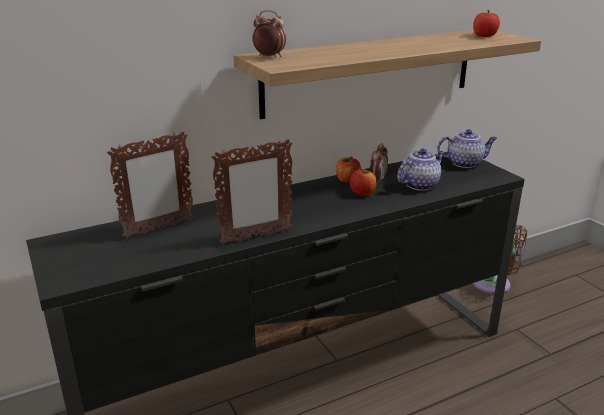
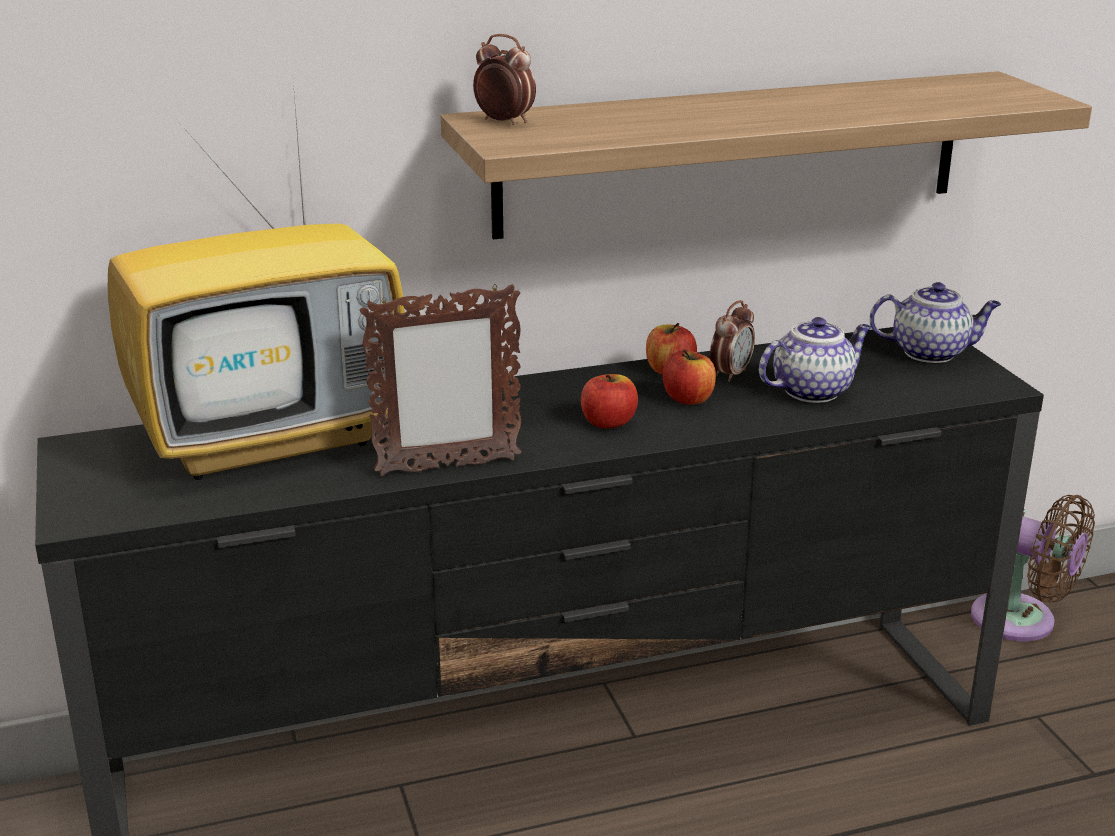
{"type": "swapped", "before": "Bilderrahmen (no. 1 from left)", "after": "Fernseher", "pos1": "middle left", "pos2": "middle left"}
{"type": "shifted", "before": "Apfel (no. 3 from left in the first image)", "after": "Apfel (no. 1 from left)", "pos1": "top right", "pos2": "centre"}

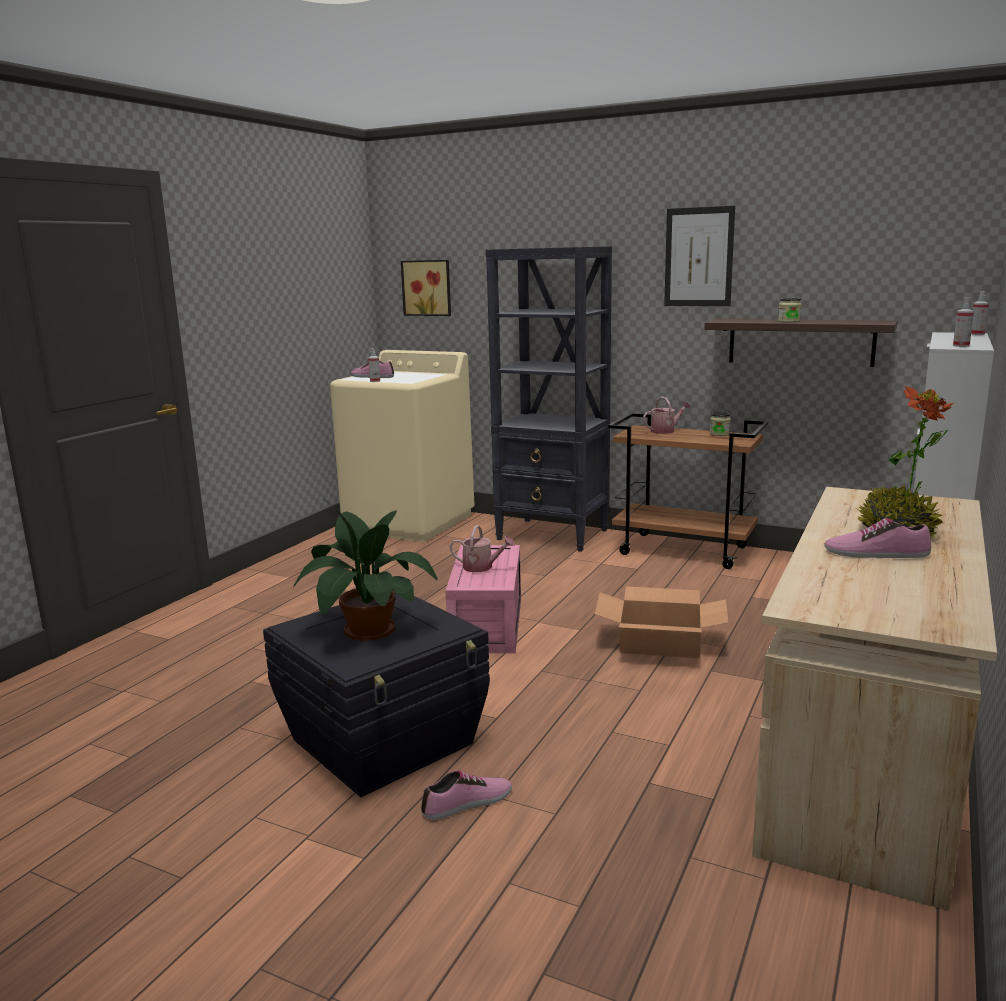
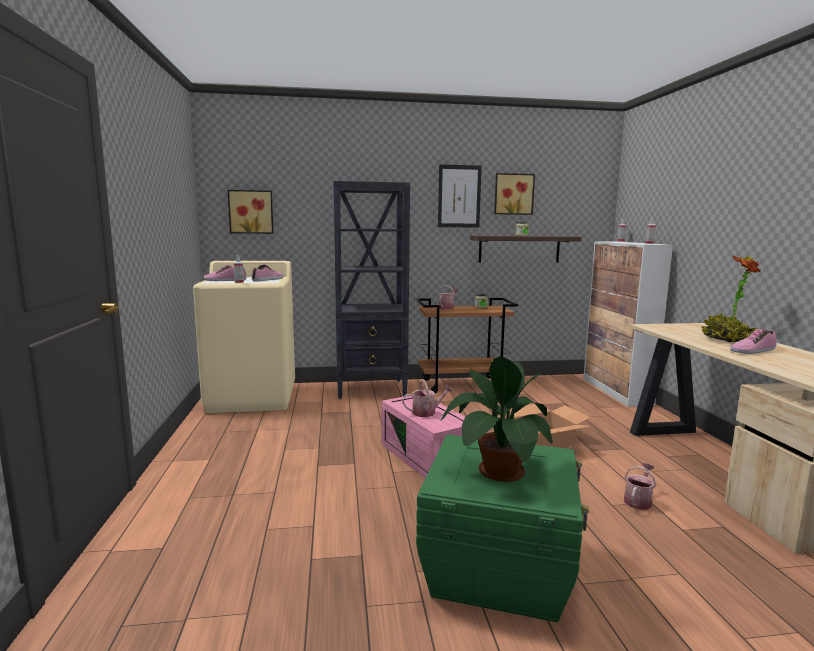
{"type": "repainted", "before": "Aufbewahrungsbox (schwarz)", "after": "Aufbewahrungsbox (grün)", "pos1": "bottom centre", "pos2": "bottom centre"}
{"type": "shifted", "before": "Schuh (no. 2 from left)", "pos1": "bottom centre", "pos2": "middle left"}
{"type": "new", "after": "Bild (no. 3 from left)", "pos2": "top centre"}
{"type": "new", "after": "Gießkanne (no. 3 from left)", "pos2": "bottom right"}

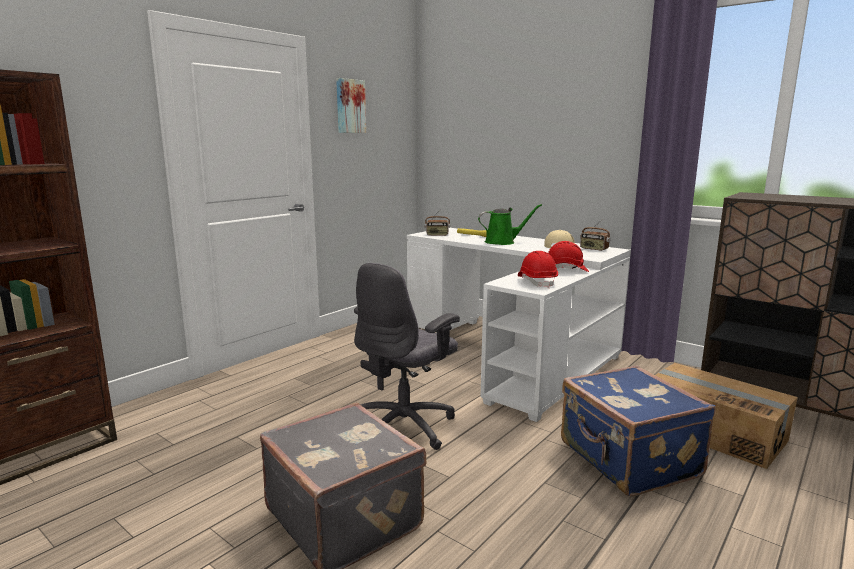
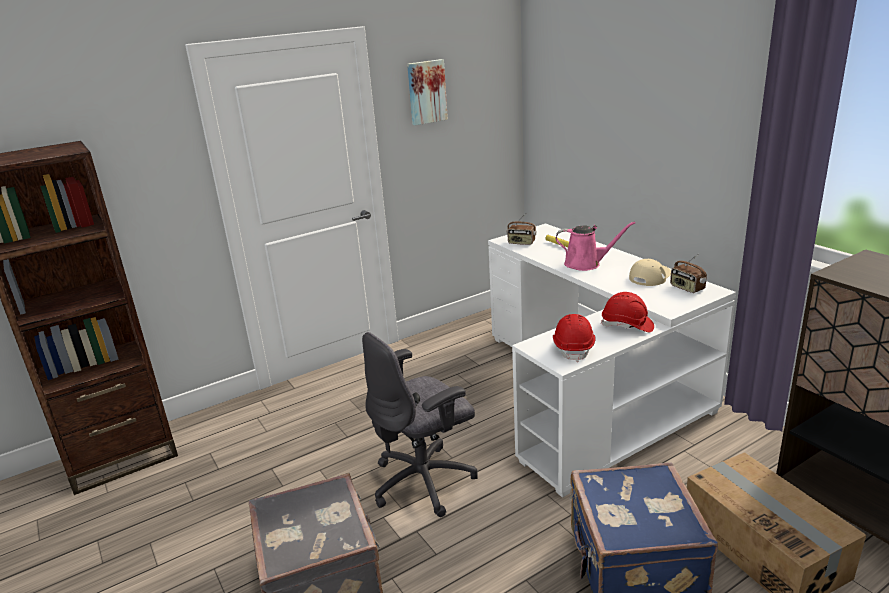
{"type": "repainted", "before": "Gießkanne (grün)", "after": "Gießkanne (rosa)", "pos1": "centre", "pos2": "middle right"}

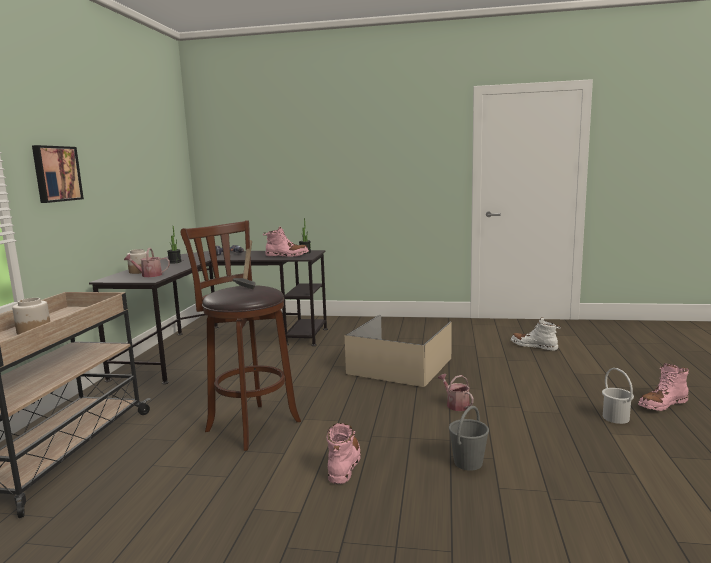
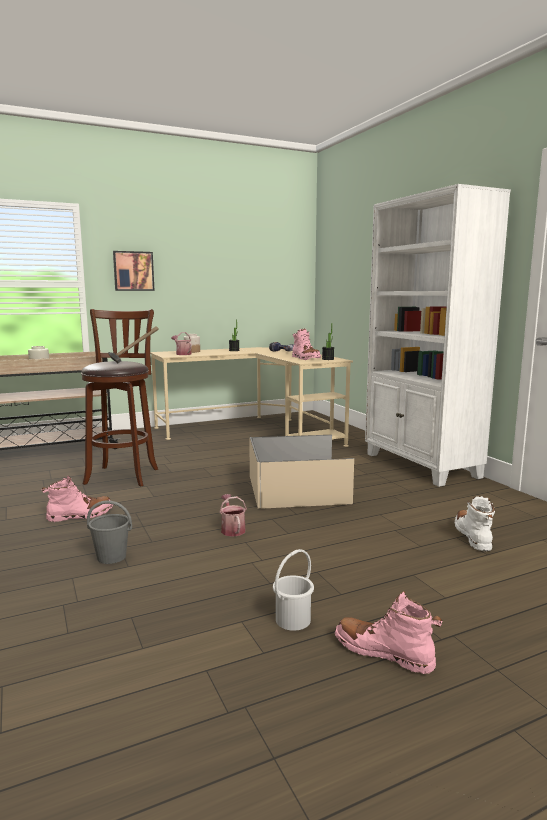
{"type": "repainted", "before": "Schreibtisch (schwarz)", "after": "Schreibtisch (beige)", "pos1": "middle left", "pos2": "centre"}
{"type": "rotated", "before": "Gießkanne (no. 2 from left)", "pos1": "bottom centre", "pos2": "centre", "turn": -45}
{"type": "new", "after": "Bücherregal (weiß)", "pos2": "middle right"}

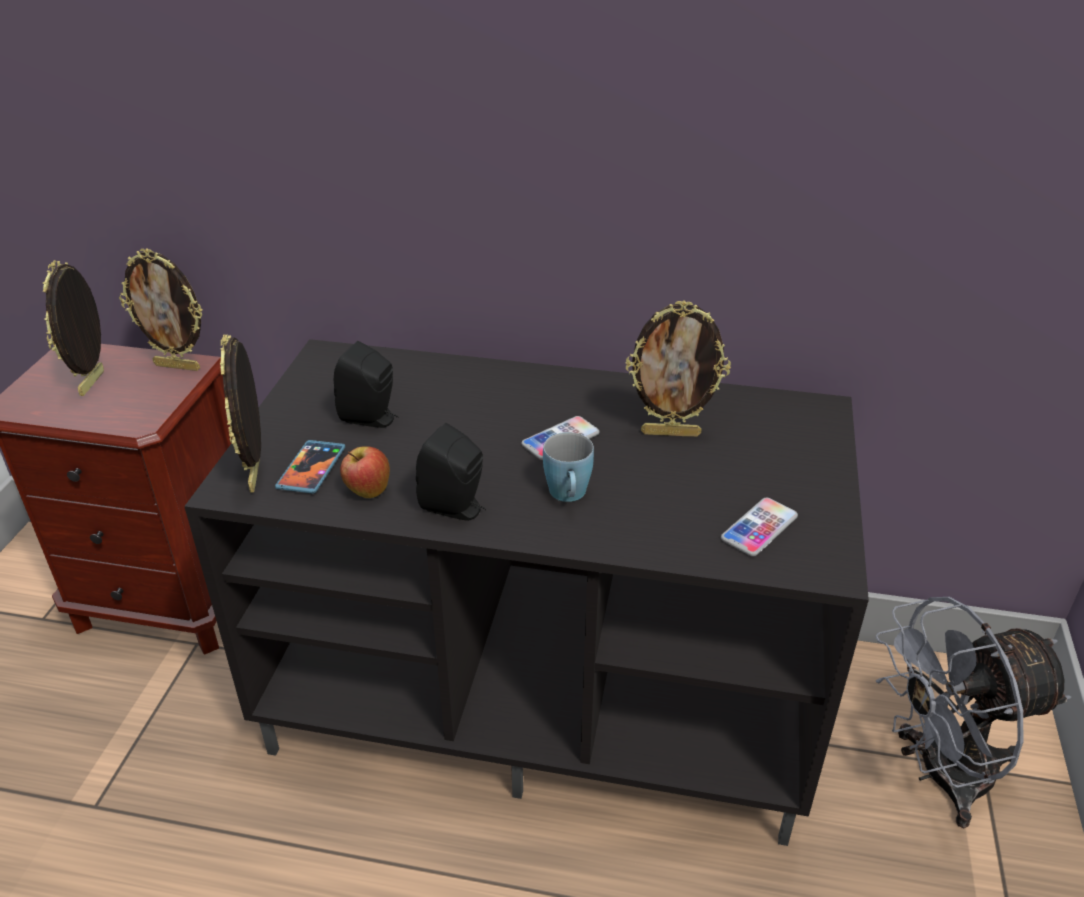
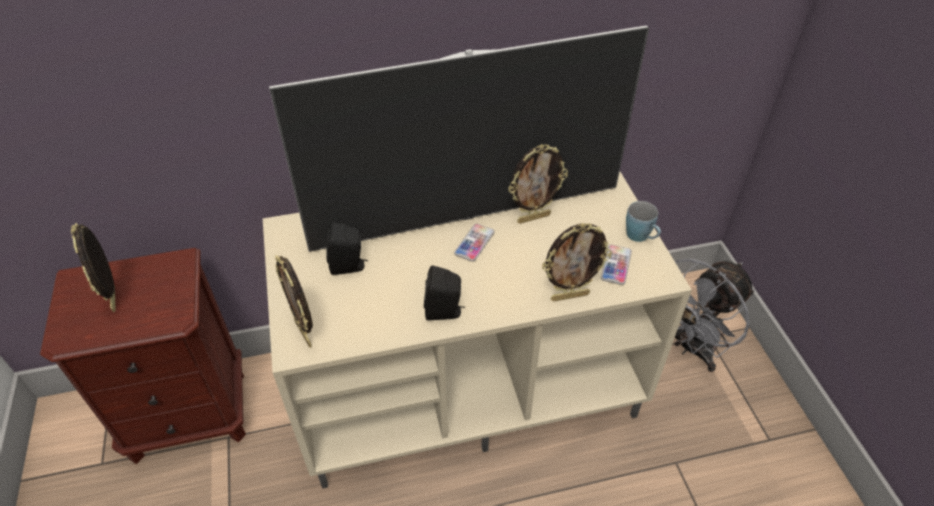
{"type": "shifted", "before": "Bilderrahmen (no. 2 from left in the first image)", "after": "Bilderrahmen (no. 4 from left)", "pos1": "middle left", "pos2": "centre"}
{"type": "repainted", "before": "Fernsehschrank (schwarz)", "after": "Fernsehschrank (beige)", "pos1": "centre", "pos2": "centre"}
{"type": "gone", "before": "Handy (no. 1 from left)", "pos1": "middle left"}
{"type": "gone", "before": "Apfel", "pos1": "centre"}
{"type": "shifted", "before": "Henkelbecher (blau)", "pos1": "centre", "pos2": "middle right"}
{"type": "new", "after": "Fernseher", "pos2": "top centre"}

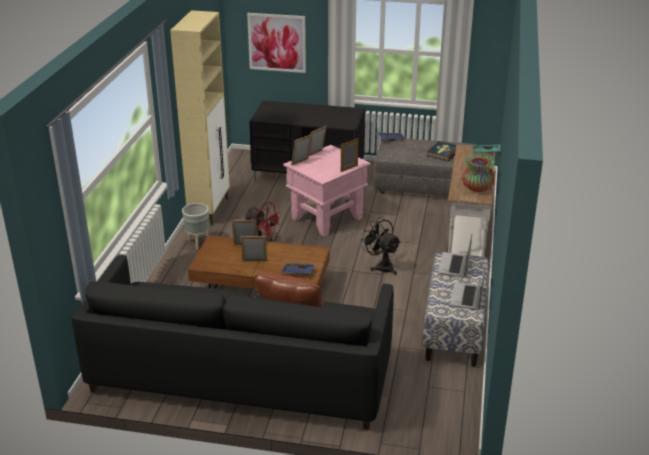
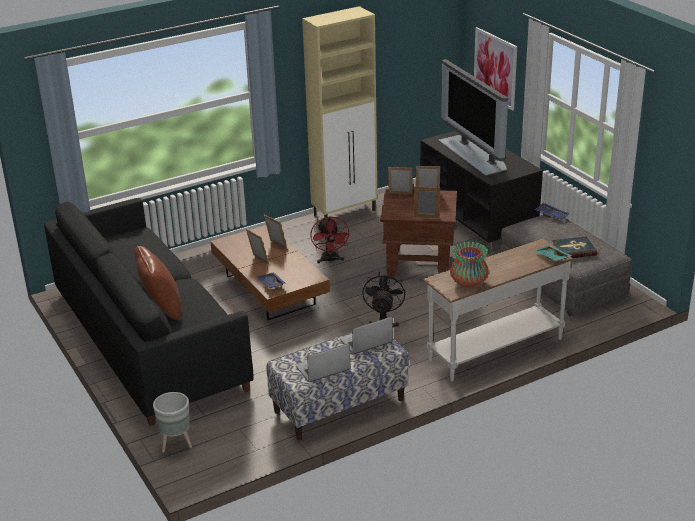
{"type": "shifted", "before": "Pflanzkübel (grau)", "pos1": "middle left", "pos2": "bottom left"}
{"type": "repainted", "before": "Beistelltisch (rosa)", "after": "Beistelltisch (braun)", "pos1": "centre", "pos2": "centre"}
{"type": "new", "after": "Fernseher", "pos2": "top right"}

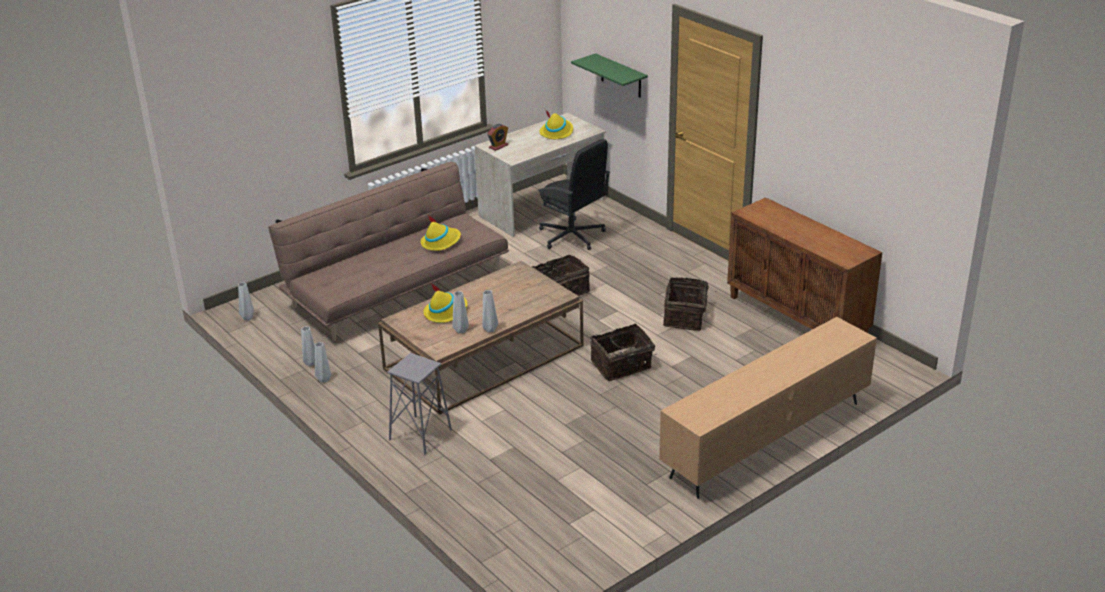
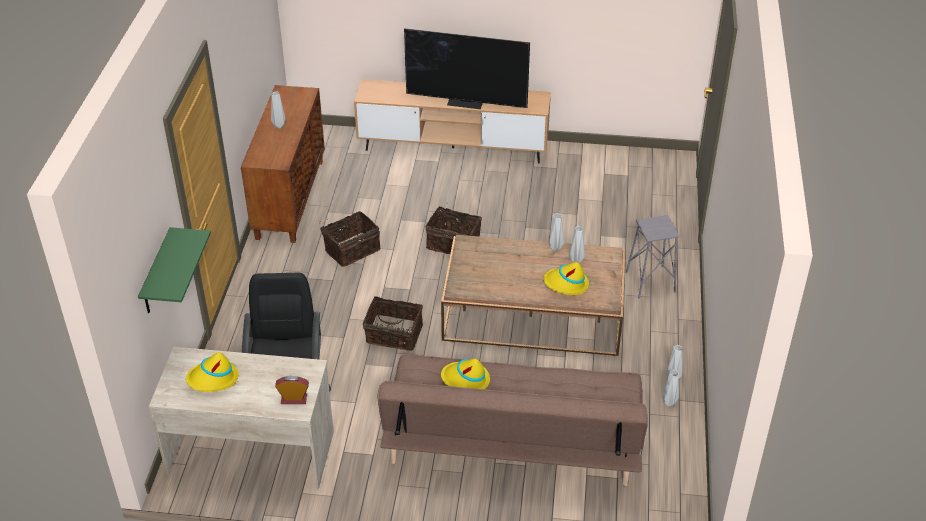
{"type": "shifted", "before": "Vase (grau) (no. 1 from left)", "pos1": "middle left", "pos2": "top left"}
{"type": "new", "after": "Fernseher", "pos2": "top centre"}

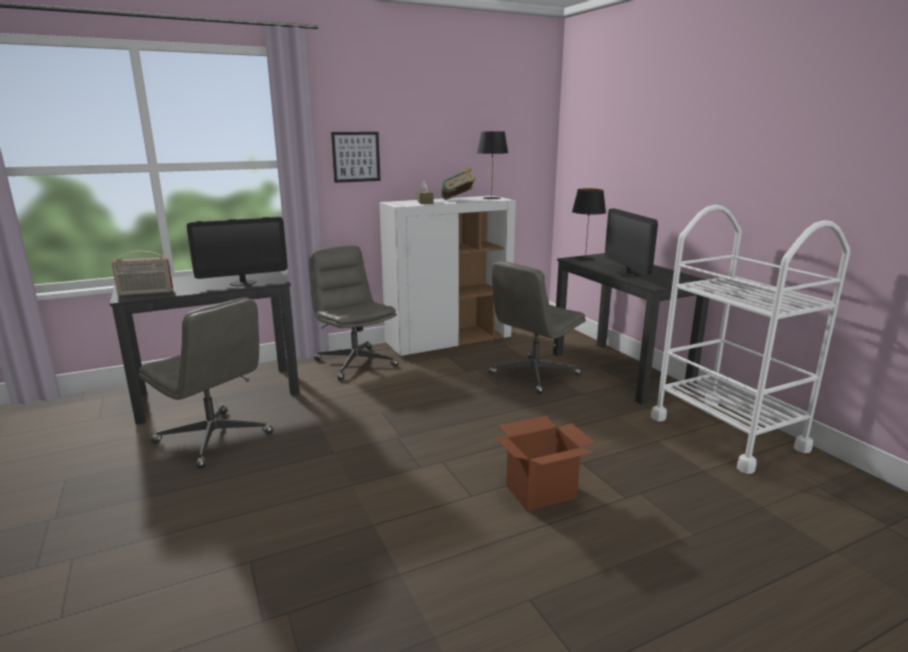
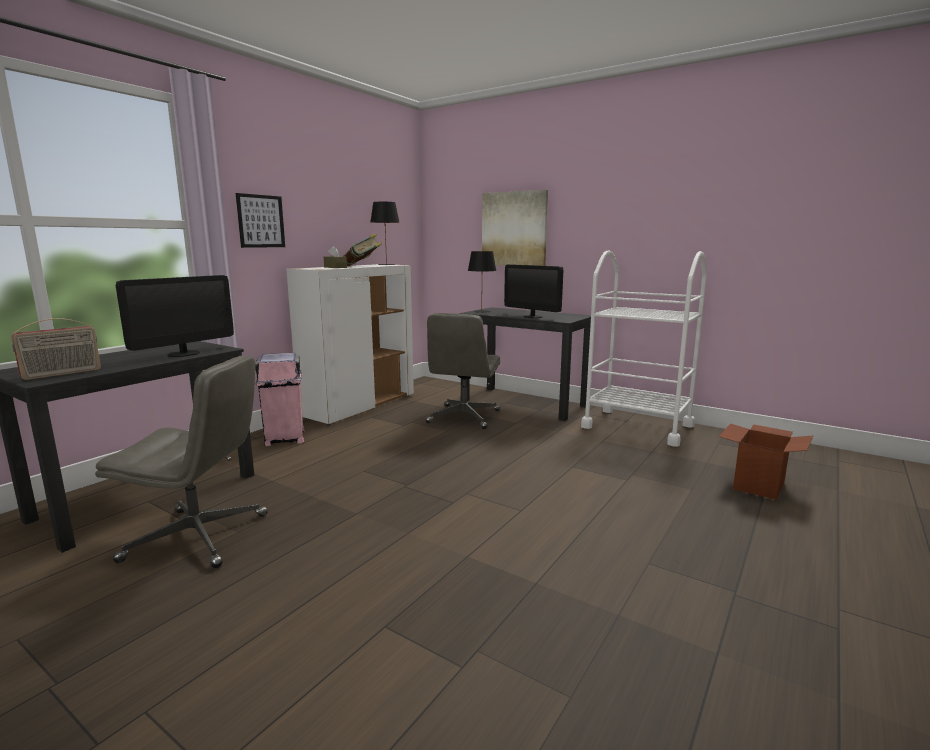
{"type": "swapped", "before": "Bürostuhl (grau) (no. 2 from left)", "after": "Mülleimer (rosa)", "pos1": "centre", "pos2": "middle left"}
{"type": "shifted", "before": "Karton", "pos1": "bottom centre", "pos2": "middle right"}
{"type": "new", "after": "Bild (no. 2 from left)", "pos2": "top centre"}

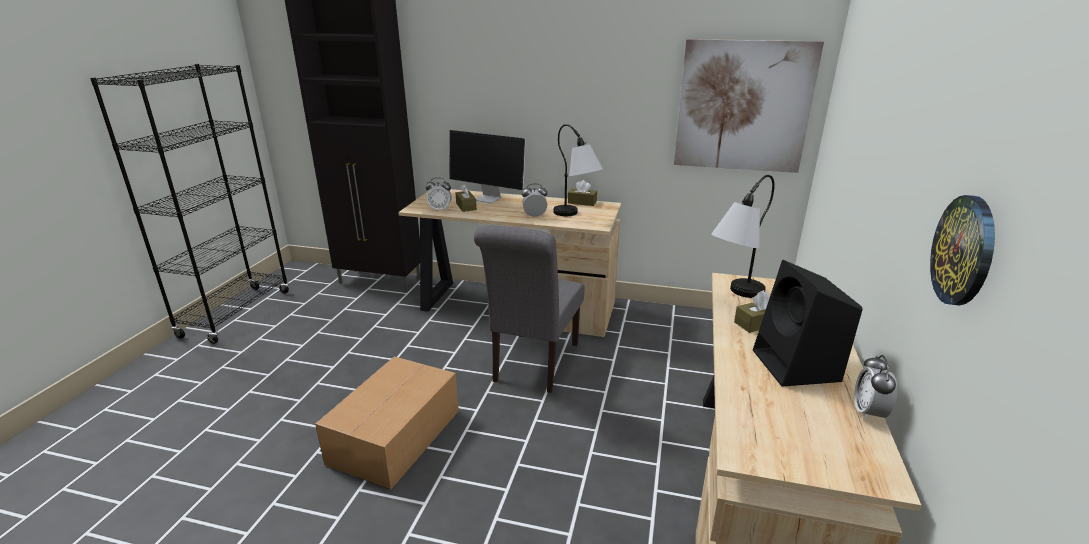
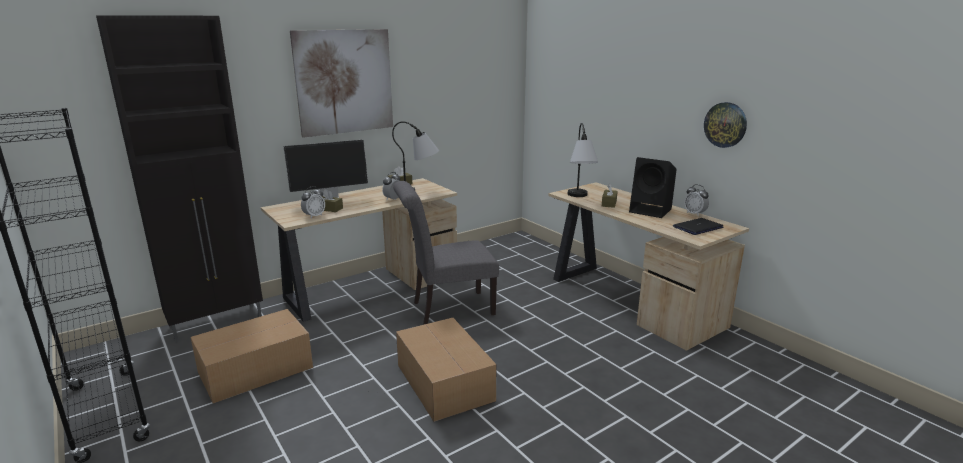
{"type": "rotated", "before": "Stuhl (grau)", "pos1": "centre", "pos2": "centre", "turn": 105}
{"type": "shifted", "before": "Bild", "pos1": "top right", "pos2": "top centre"}
{"type": "new", "after": "Karton (no. 1 from left)", "pos2": "bottom left"}
{"type": "new", "after": "Laptop", "pos2": "middle right"}

